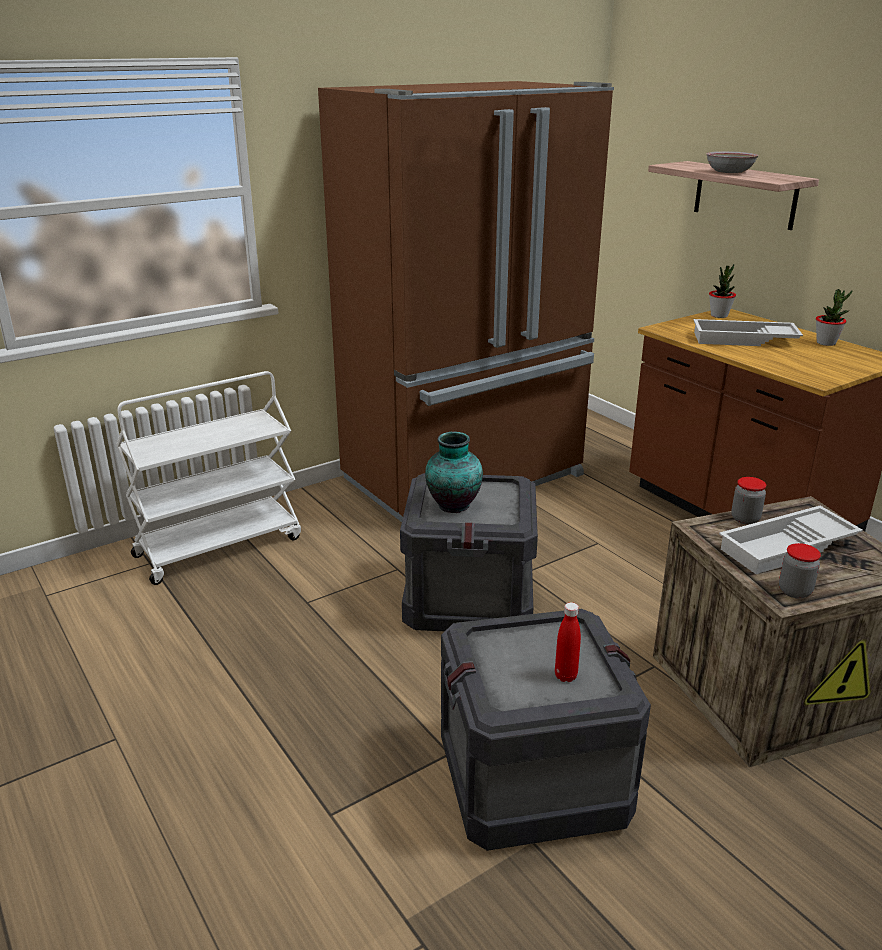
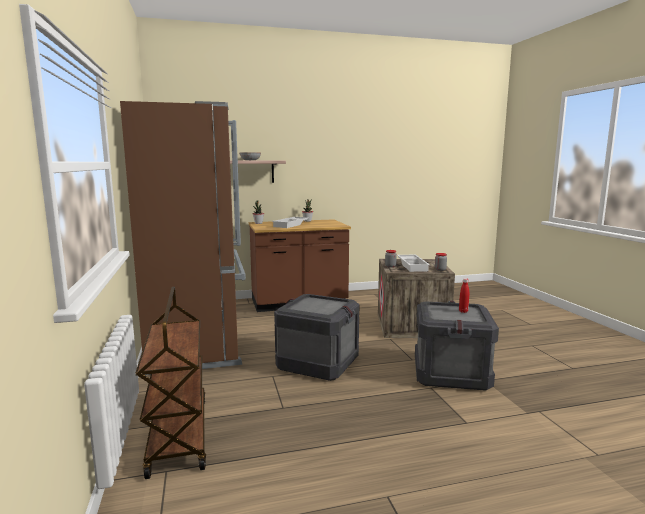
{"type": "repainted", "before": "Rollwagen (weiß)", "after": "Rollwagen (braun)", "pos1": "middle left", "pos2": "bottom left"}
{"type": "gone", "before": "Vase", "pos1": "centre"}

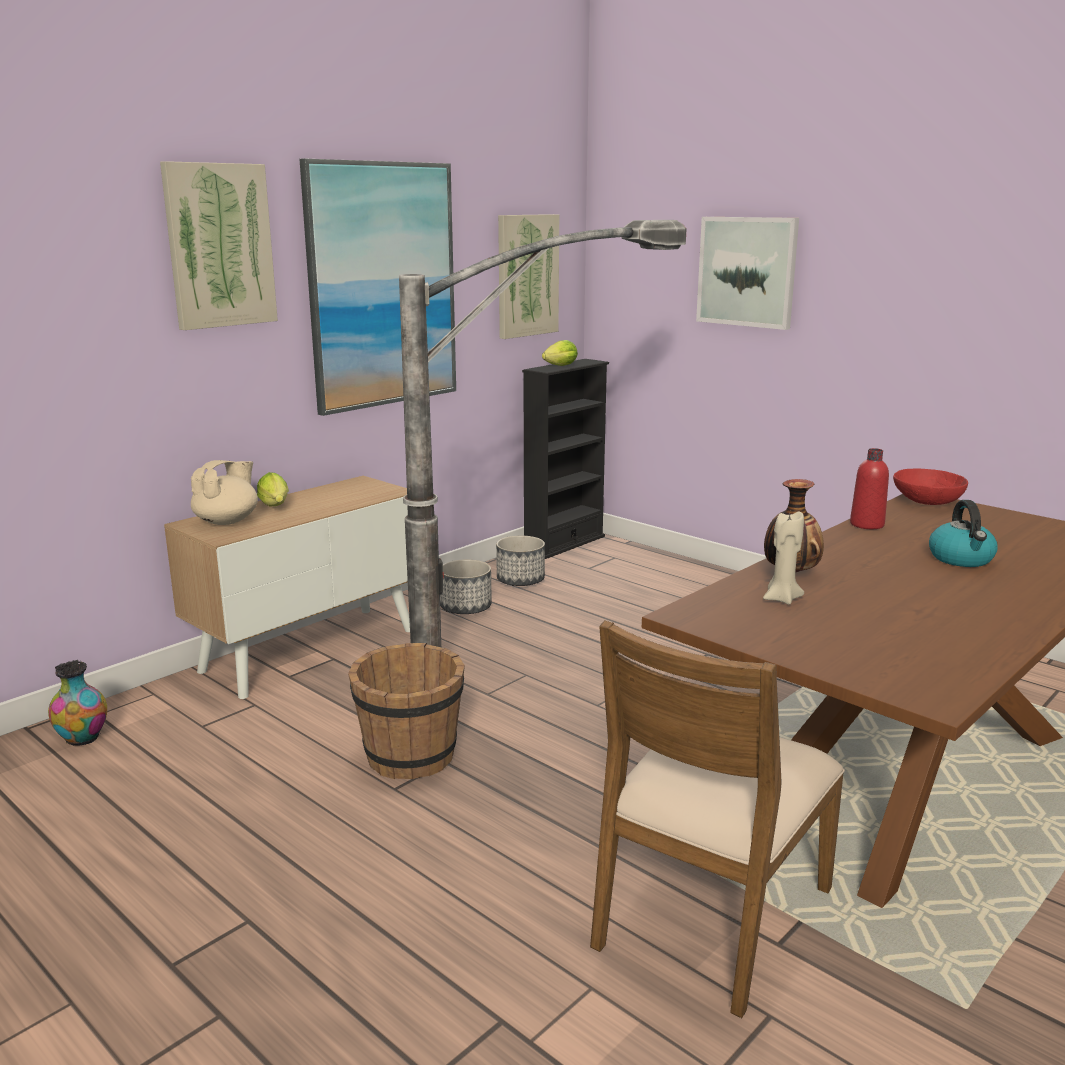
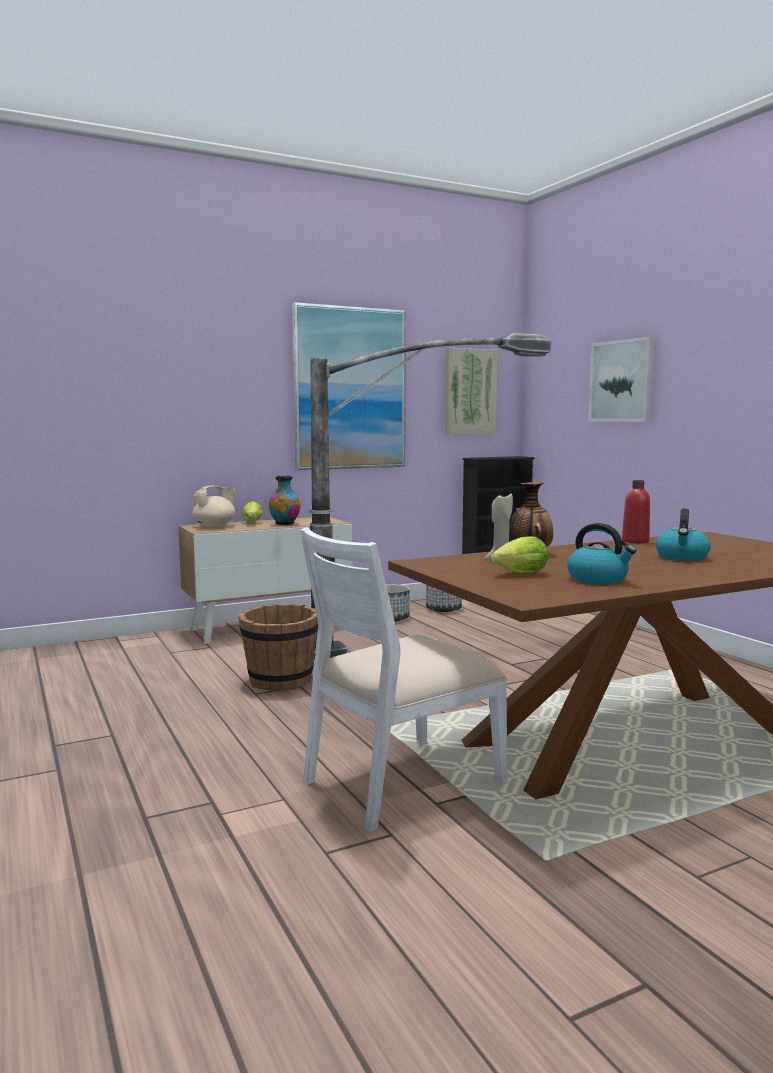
{"type": "shifted", "before": "Vase (no. 1 from left)", "pos1": "middle left", "pos2": "centre"}
{"type": "gone", "before": "Bild (no. 1 from left)", "pos1": "top left"}
{"type": "shifted", "before": "Salatkopf (no. 2 from left)", "pos1": "top centre", "pos2": "middle right"}
{"type": "repainted", "before": "Stuhl (braun)", "after": "Stuhl (weiß)", "pos1": "bottom right", "pos2": "centre"}
{"type": "gone", "before": "Schüssel (rot)", "pos1": "middle right"}
{"type": "new", "after": "Wasserkessel (no. 1 from left)", "pos2": "middle right"}

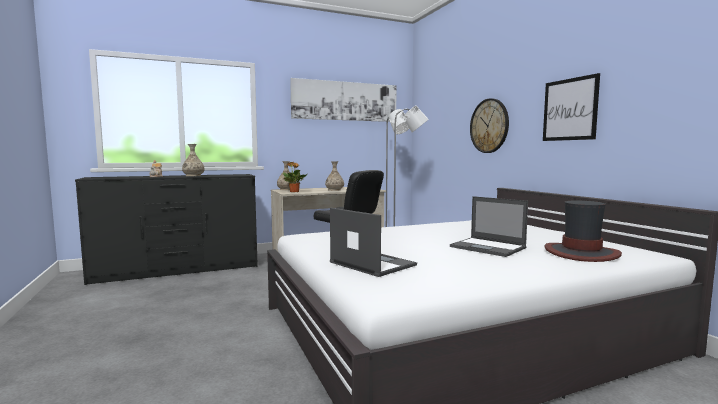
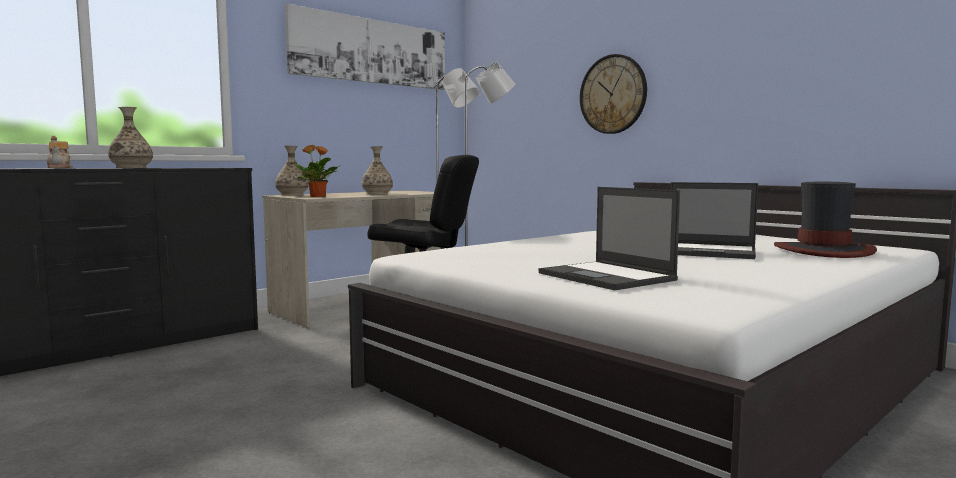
{"type": "rotated", "before": "Laptop (no. 1 from left)", "pos1": "centre", "pos2": "centre", "turn": -150}
{"type": "gone", "before": "Bild (no. 2 from left)", "pos1": "top right"}

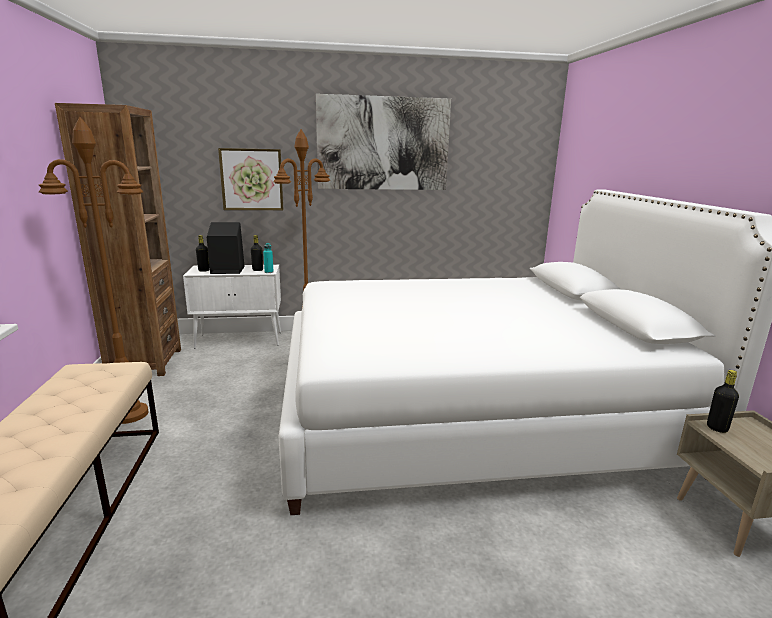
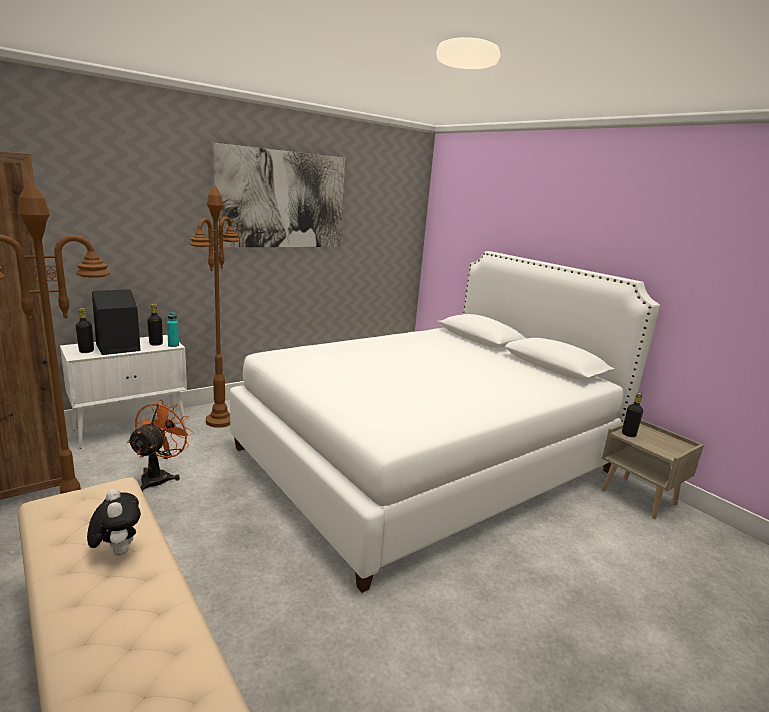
{"type": "gone", "before": "Bild (no. 1 from left)", "pos1": "top left"}
{"type": "new", "after": "Plüschtier", "pos2": "bottom left"}
{"type": "new", "after": "Ventilator (orange)", "pos2": "middle left"}

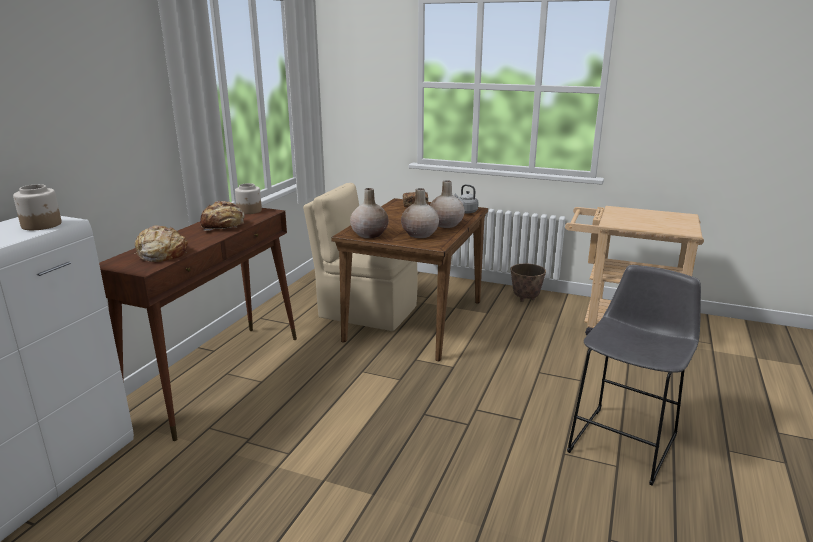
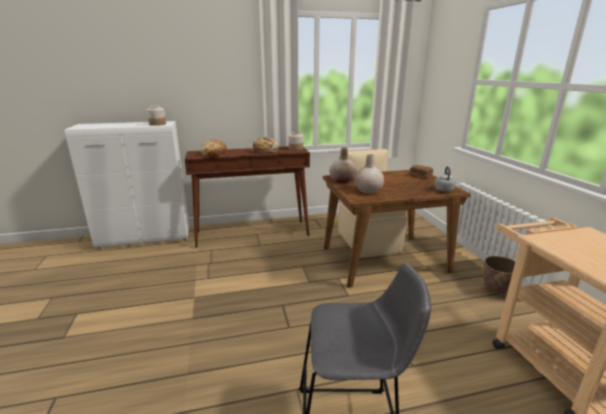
{"type": "gone", "before": "Vase (beige) (no. 3 from left)", "pos1": "centre"}

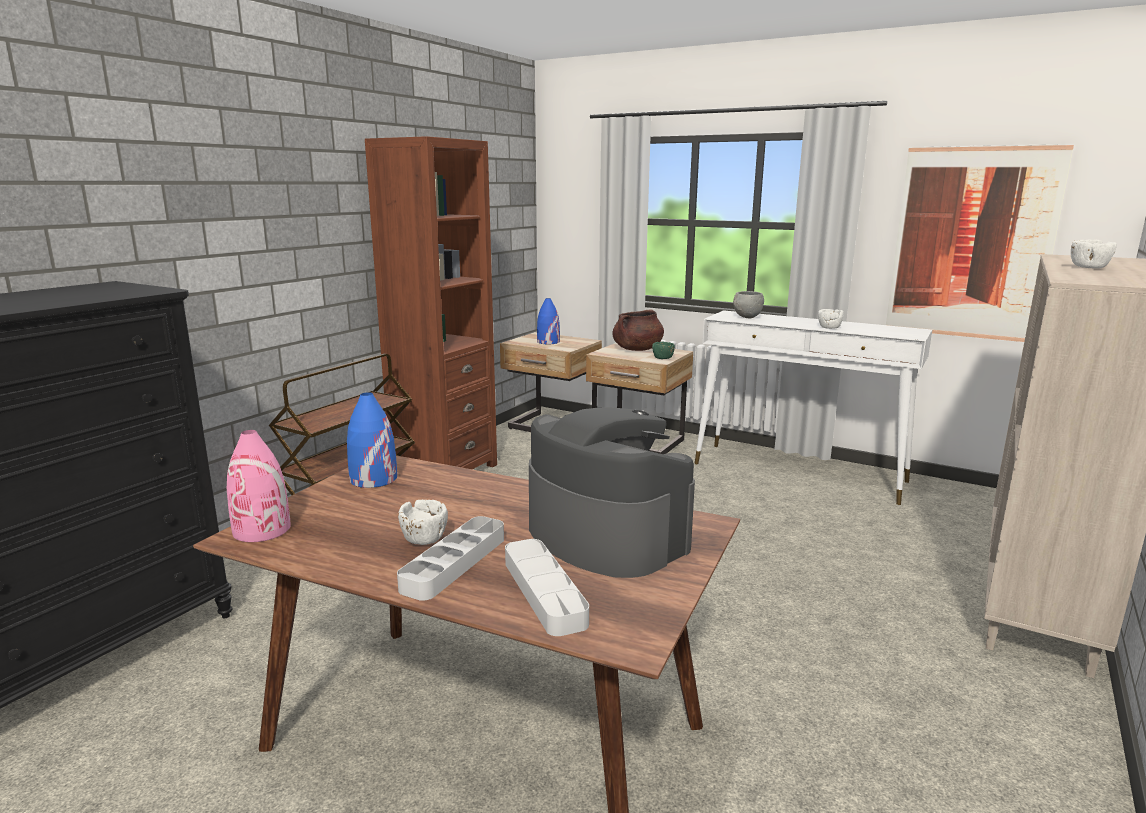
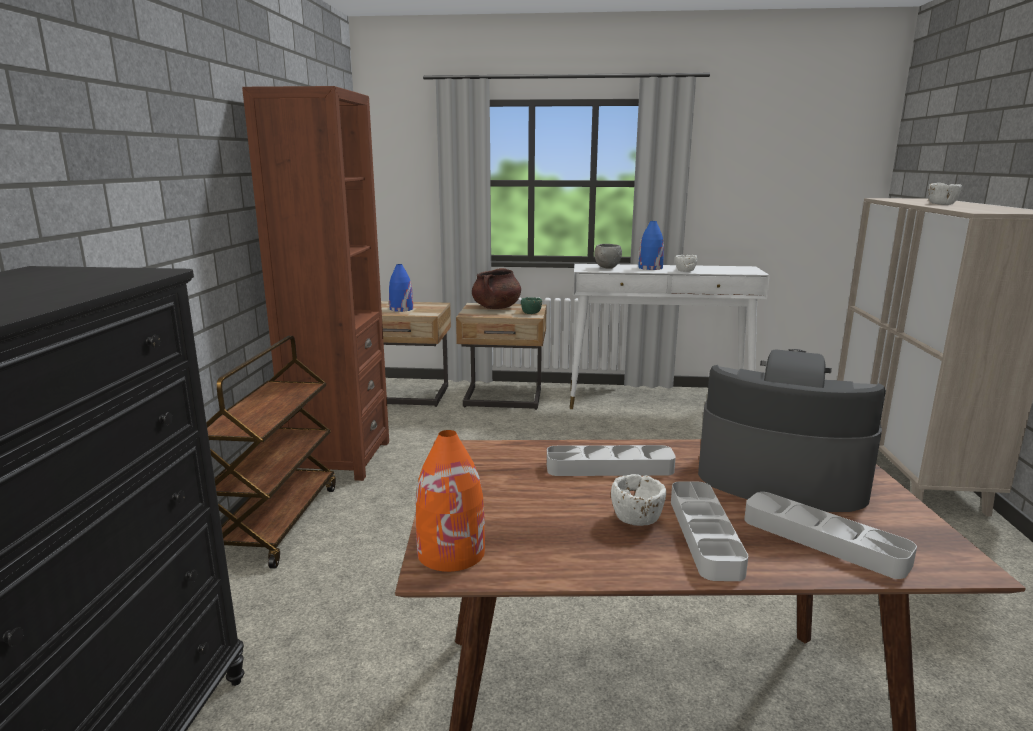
{"type": "repainted", "before": "Vase (rosa)", "after": "Vase (orange)", "pos1": "middle left", "pos2": "bottom centre"}
{"type": "shifted", "before": "Vase (blau) (no. 1 from left in the first image)", "after": "Vase (blau) (no. 2 from left)", "pos1": "middle left", "pos2": "centre"}
{"type": "gone", "before": "Bild", "pos1": "top right"}
{"type": "new", "after": "Tablett (grau) (no. 1 from left)", "pos2": "centre"}

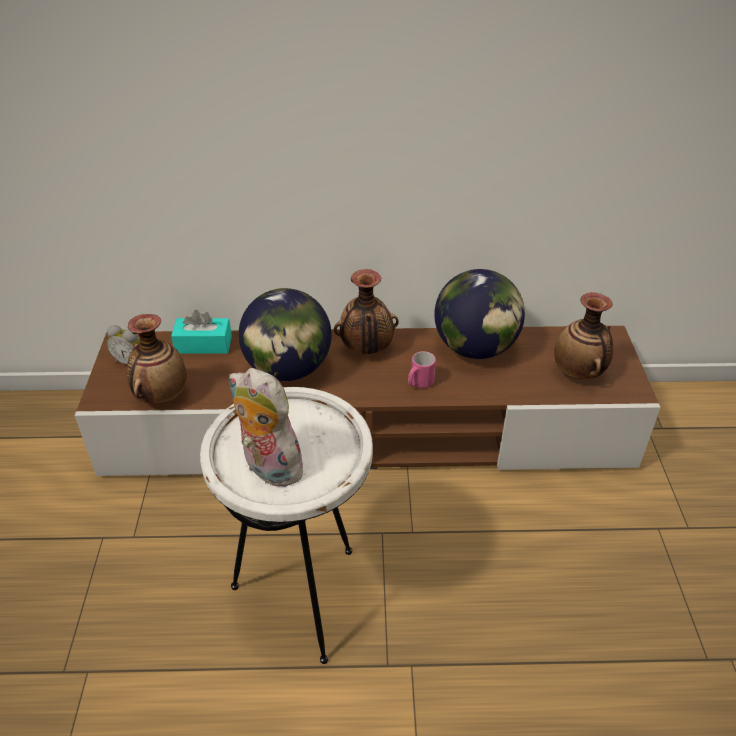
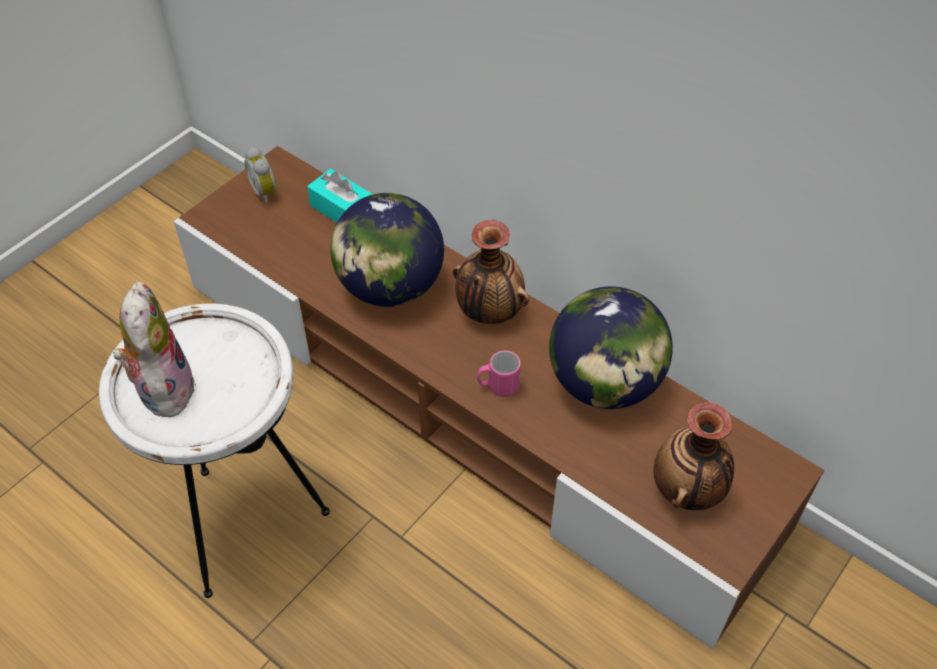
{"type": "gone", "before": "Vase (no. 1 from left)", "pos1": "middle left"}

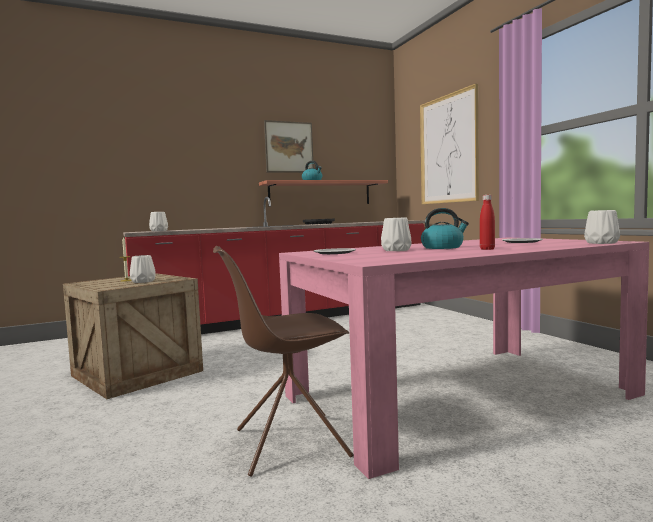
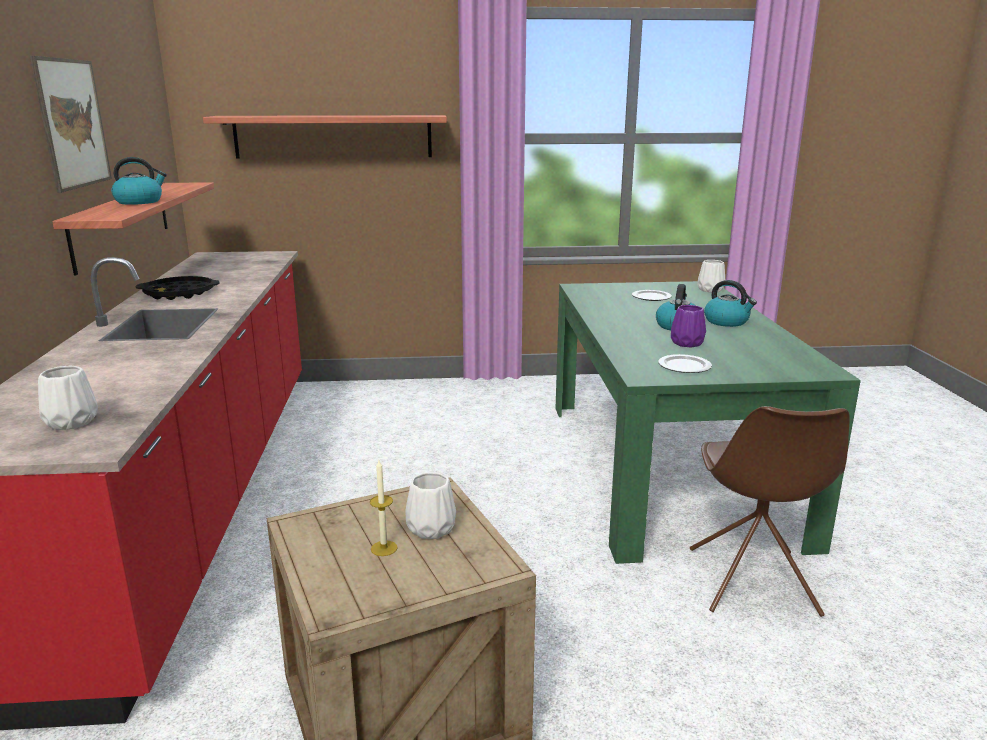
{"type": "repainted", "before": "Esstisch (rosa)", "after": "Esstisch (grün)", "pos1": "bottom right", "pos2": "middle right"}
{"type": "repainted", "before": "Vase (weiß) (no. 3 from left)", "after": "Vase (lila)", "pos1": "centre", "pos2": "middle right"}
{"type": "swapped", "before": "Bild (no. 2 from left)", "after": "Wandregal (no. 2 from left)", "pos1": "top right", "pos2": "top left"}
{"type": "swapped", "before": "Flasche (rot)", "after": "Wasserkessel (no. 3 from left)", "pos1": "middle right", "pos2": "middle right"}

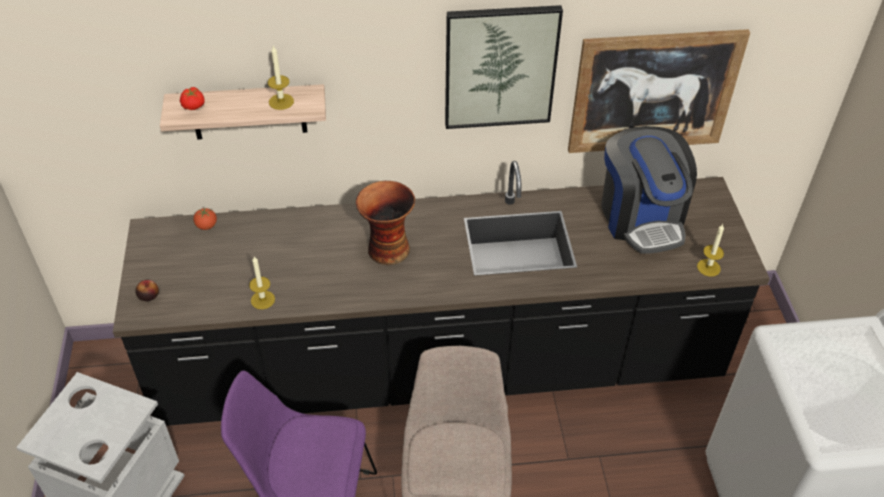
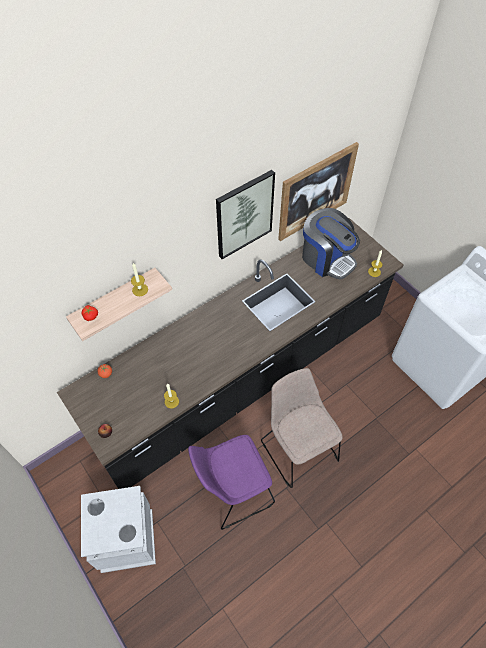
{"type": "gone", "before": "Vase", "pos1": "centre"}

